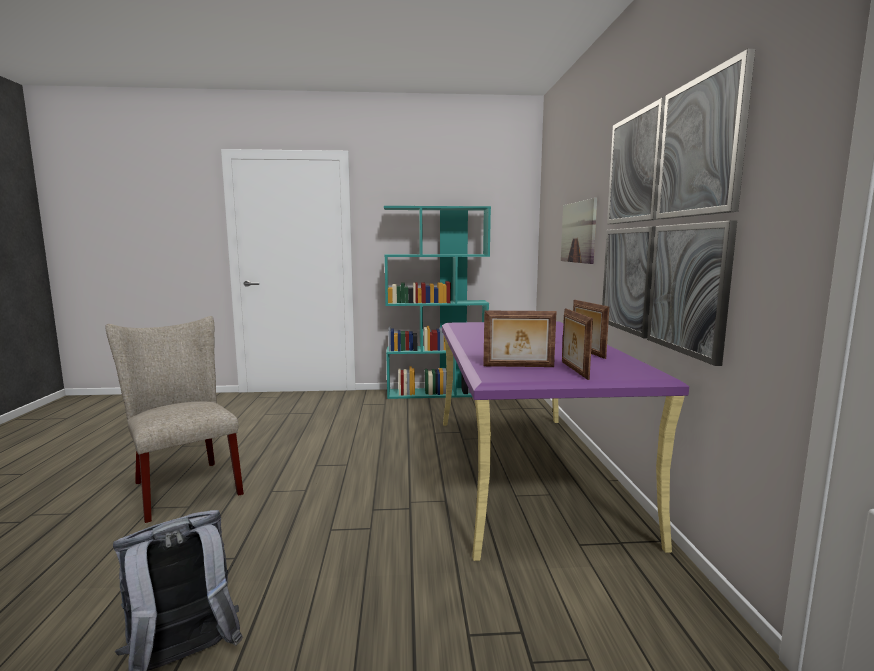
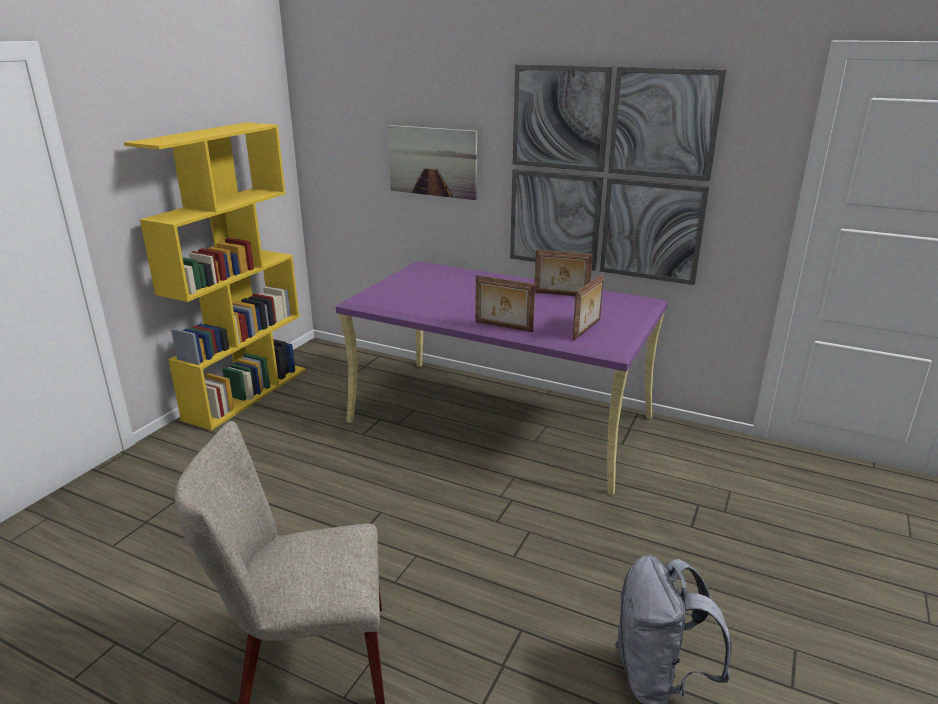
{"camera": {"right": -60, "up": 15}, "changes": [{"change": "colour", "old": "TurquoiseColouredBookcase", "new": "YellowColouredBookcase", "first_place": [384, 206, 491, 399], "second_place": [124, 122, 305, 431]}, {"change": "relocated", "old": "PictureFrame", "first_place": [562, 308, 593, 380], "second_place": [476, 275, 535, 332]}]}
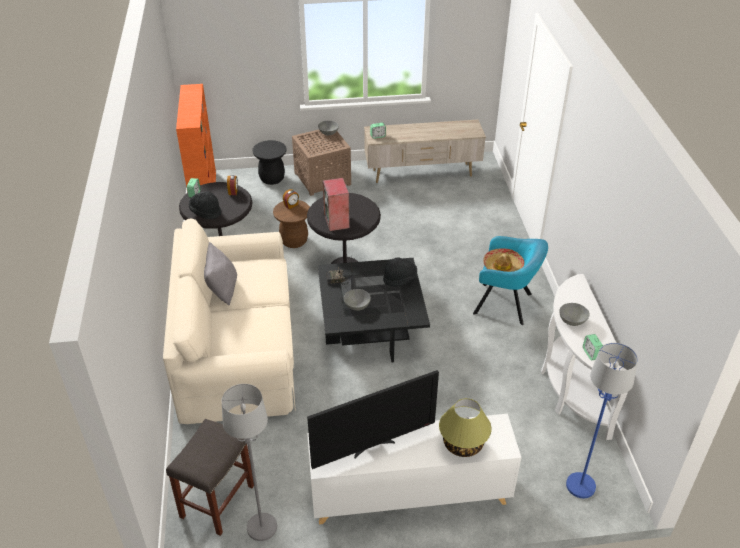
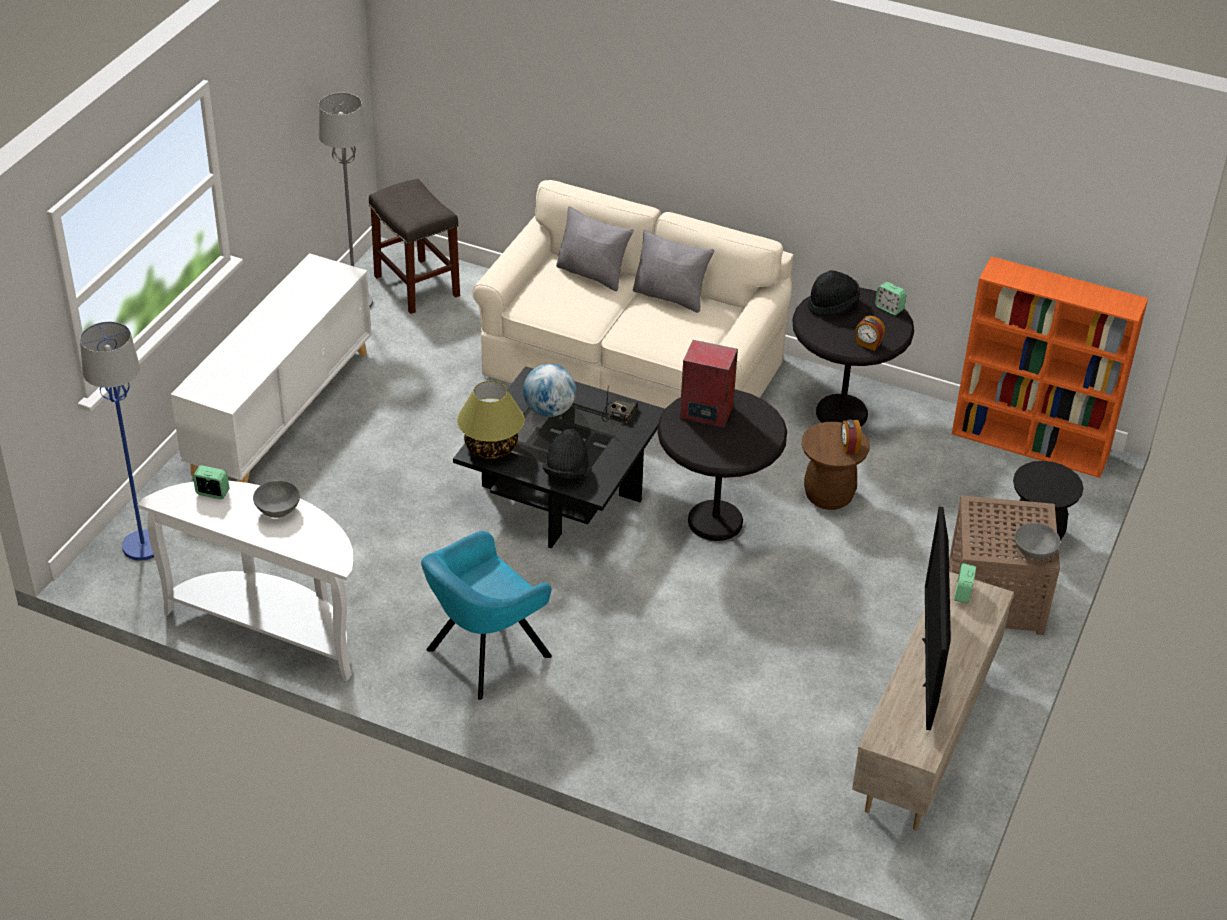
{"camera": {"right": 120, "up": 0}, "changes": [{"change": "relocated", "old": "TableLamp", "first_place": [439, 398, 491, 457], "second_place": [457, 381, 524, 459]}, {"change": "exchanged", "old": "GreyDeepDish", "new": "Globe", "first_place": [344, 289, 371, 311], "second_place": [523, 364, 576, 417]}, {"change": "appeared", "new": "GreyPillow", "second_place": [556, 206, 634, 291]}, {"change": "relocated", "old": "TvSet", "first_place": [307, 370, 439, 469], "second_place": [922, 507, 951, 730]}, {"change": "missing", "old": "WearableHat", "first_place": [483, 248, 524, 272]}]}
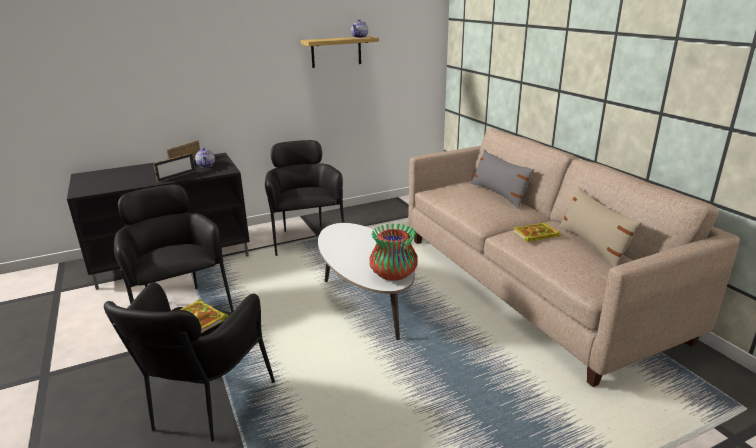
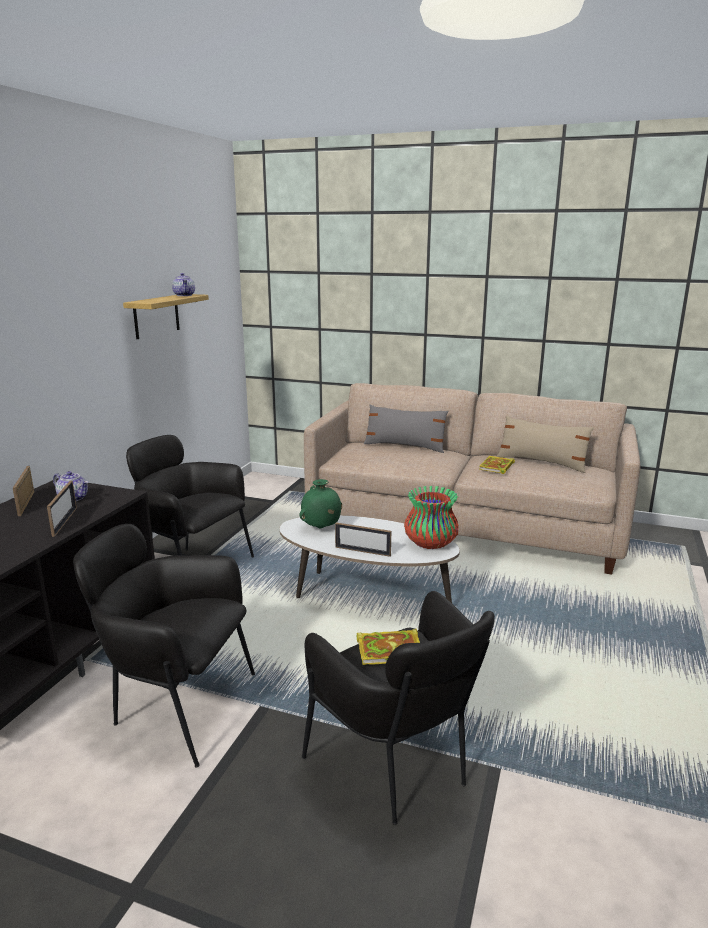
{"camera": {"right": -45, "up": -5}, "changes": [{"change": "appeared", "new": "GreenVase", "second_place": [299, 479, 342, 529]}, {"change": "appeared", "new": "PictureFrame", "second_place": [335, 522, 391, 557]}]}
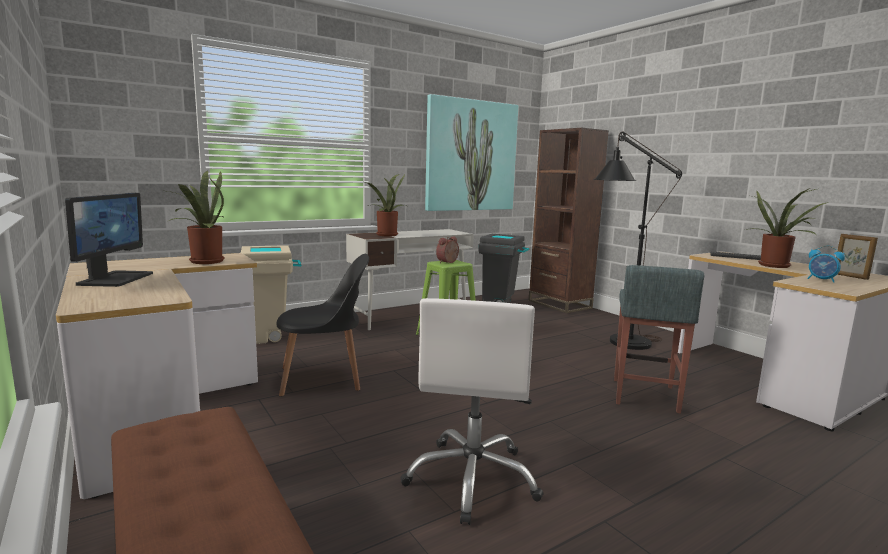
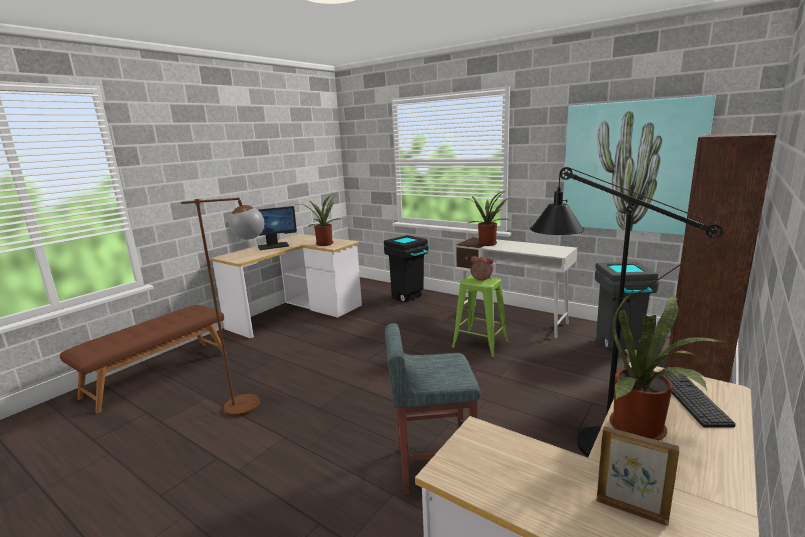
{"camera": {"right": 70, "up": 5}, "changes": [{"change": "exchanged", "old": "WhiteColouredComputerChair", "new": "BrownishStandardLamp", "first_place": [400, 298, 544, 525], "second_place": [181, 197, 264, 417]}, {"change": "colour", "old": "BeigeTrashCan", "new": "BlackishTrashCan", "first_place": [241, 245, 301, 344], "second_place": [384, 235, 428, 302]}, {"change": "spun", "old": "PictureFrame", "first_place": [836, 234, 878, 280], "second_place": [596, 426, 679, 526], "degrees": 75}, {"change": "missing", "old": "BlackishPlainChair", "first_place": [276, 254, 369, 397]}, {"change": "missing", "old": "BedsideClock", "first_place": [807, 246, 845, 283]}]}
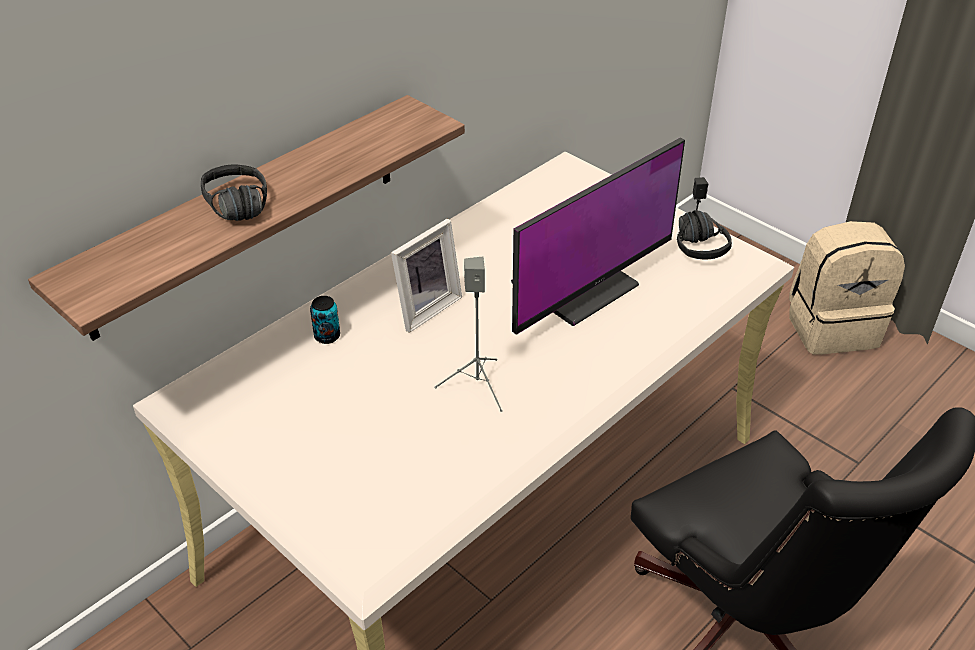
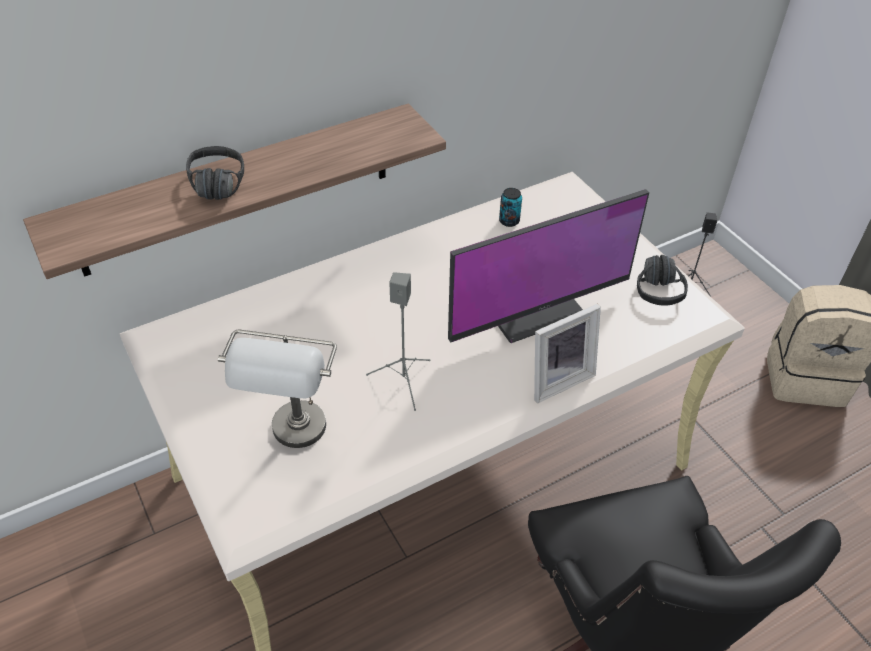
{"camera": {"right": 15, "up": 5}, "changes": [{"change": "appeared", "new": "GreyTableLamp", "second_place": [218, 330, 337, 448]}, {"change": "relocated", "old": "MetalCan", "first_place": [310, 296, 340, 344], "second_place": [499, 188, 522, 227]}, {"change": "relocated", "old": "PictureFrame", "first_place": [391, 219, 462, 333], "second_place": [534, 304, 601, 403]}]}
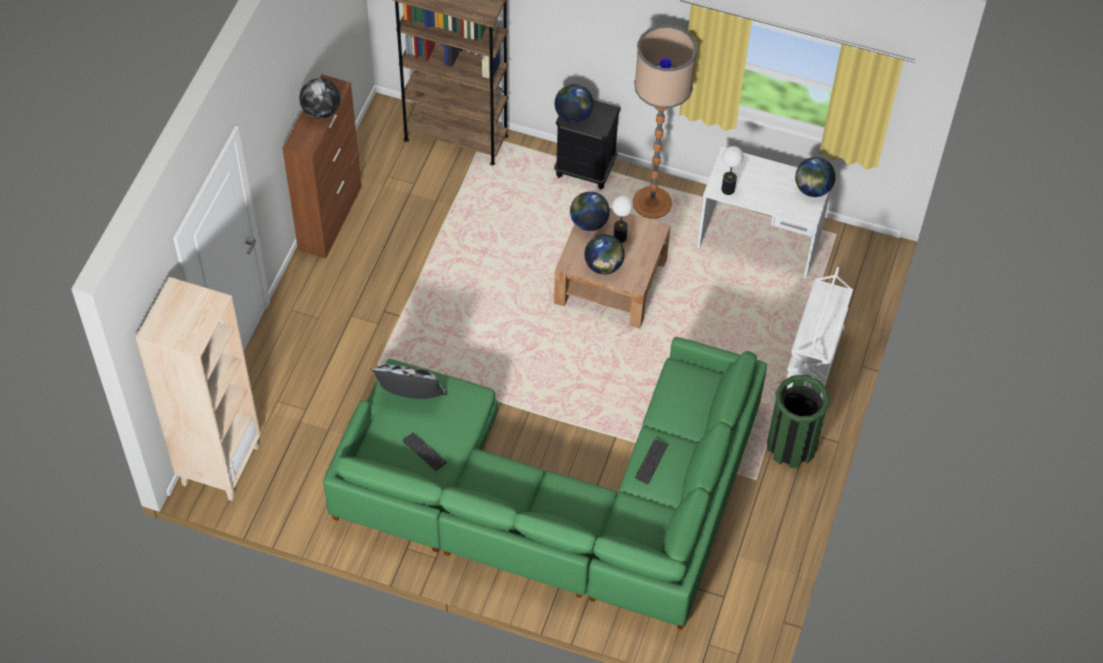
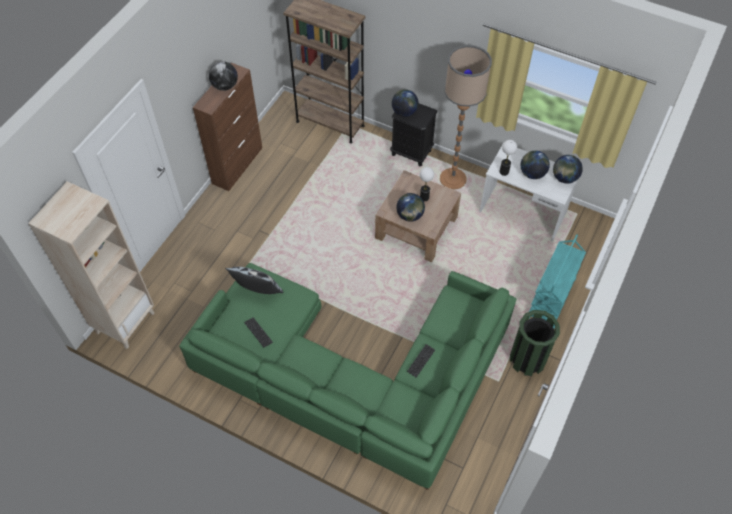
{"camera": {"right": 10, "up": 0}, "changes": [{"change": "relocated", "old": "Globe", "first_place": [570, 191, 610, 231], "second_place": [521, 151, 550, 179]}, {"change": "colour", "old": "WhiteColouredWheeledCart", "new": "TurquoiseColouredWheeledCart", "first_place": [786, 267, 853, 400], "second_place": [529, 234, 586, 329]}]}
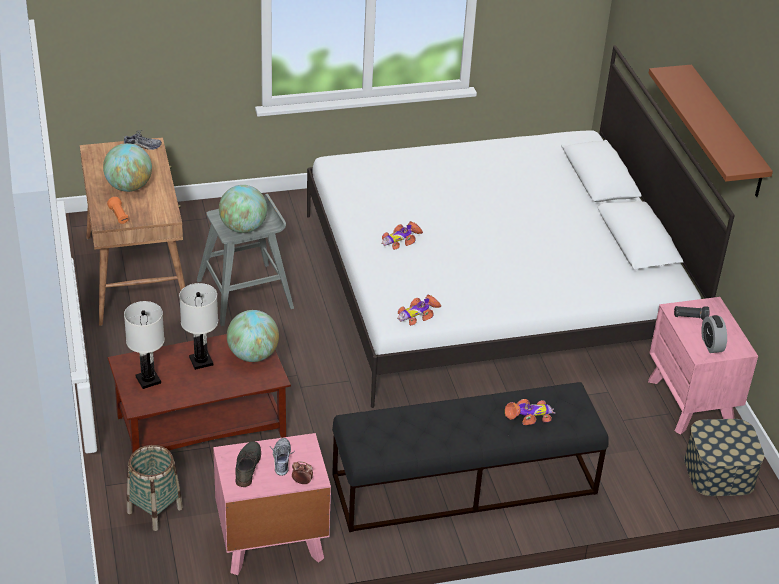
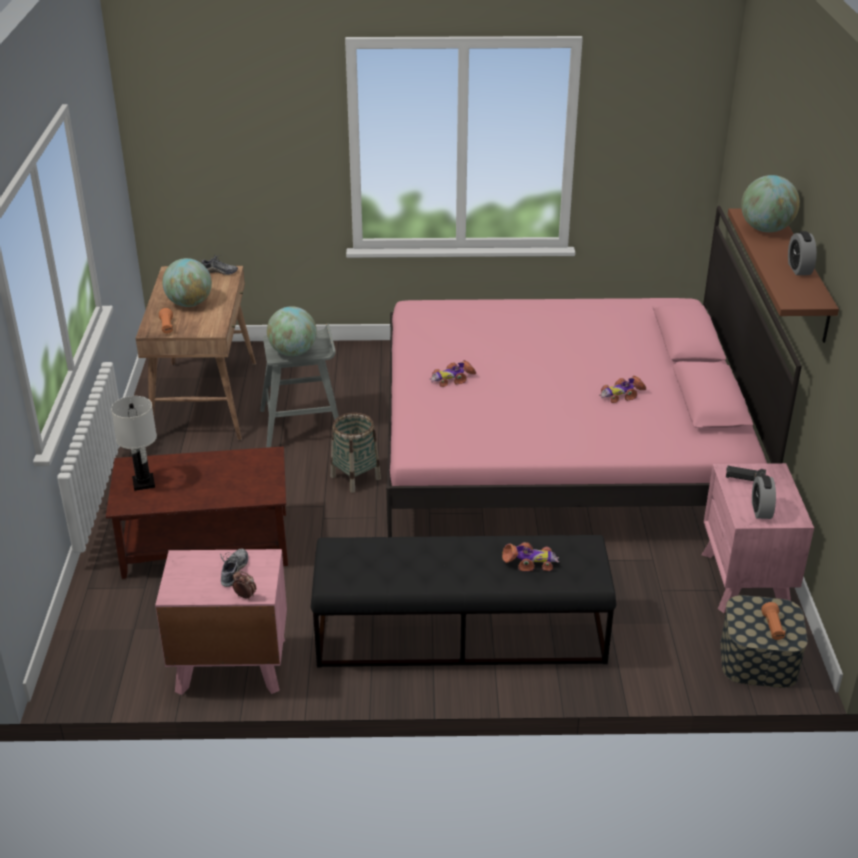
{"camera": {"right": 15, "up": -5}, "changes": [{"change": "relocated", "old": "StorageBasket", "first_place": [127, 445, 183, 531], "second_place": [330, 413, 381, 493]}, {"change": "colour", "old": "WhiteColouredSleepingBed", "new": "PinkishSleepingBed", "first_place": [307, 45, 735, 408], "second_place": [386, 206, 802, 537]}, {"change": "relocated", "old": "ToyCar", "first_place": [397, 295, 441, 326], "second_place": [599, 376, 646, 403]}, {"change": "relocated", "old": "Globe", "first_place": [227, 310, 279, 362], "second_place": [741, 175, 800, 232]}, {"change": "appeared", "new": "OrangeyHandTorch", "second_place": [761, 602, 786, 640]}, {"change": "appeared", "new": "BedsideClock", "second_place": [788, 231, 817, 275]}, {"change": "missing", "old": "WhiteColouredTableLamp", "first_place": [179, 283, 218, 370]}, {"change": "missing", "old": "GreyLowShoe", "first_place": [235, 441, 261, 487]}]}
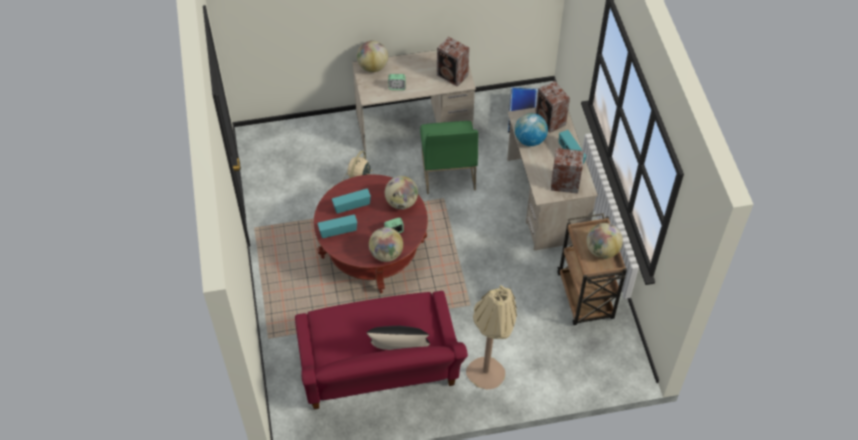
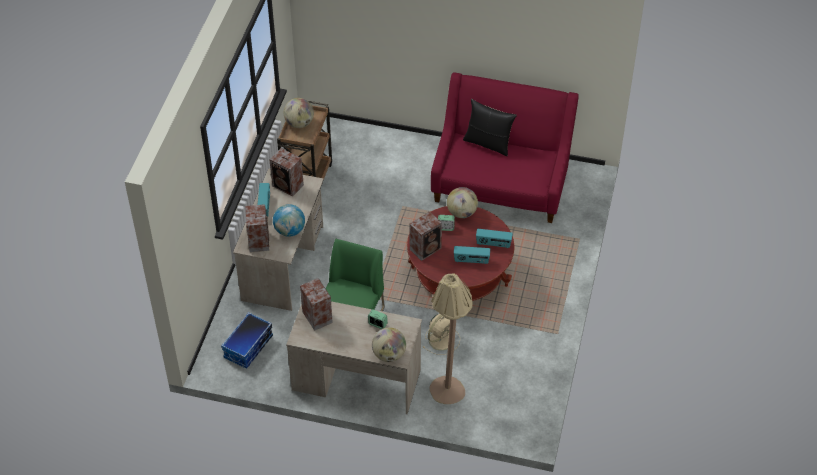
{"camera": {"right": -155, "up": -5}, "changes": [{"change": "exchanged", "old": "Globe", "new": "Speaker", "first_place": [385, 176, 418, 210], "second_place": [410, 212, 442, 261]}, {"change": "relocated", "old": "BeigeStandardLamp", "first_place": [466, 285, 517, 389], "second_place": [429, 273, 473, 404]}]}
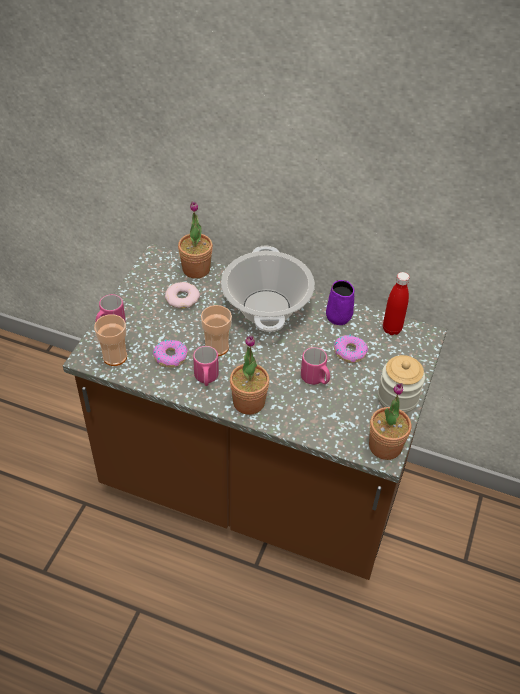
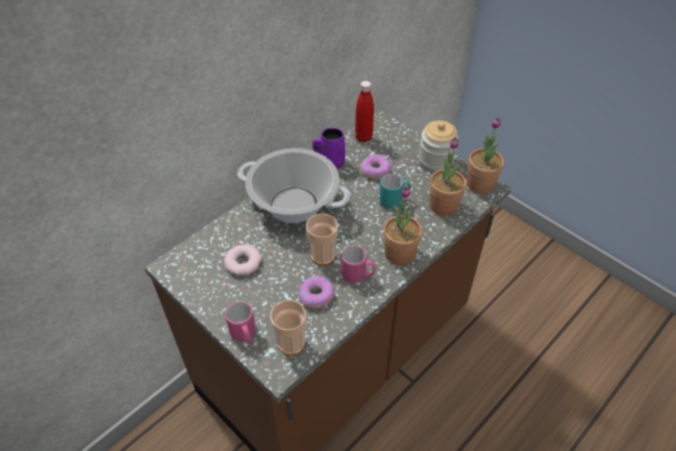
{"camera": {"right": -65, "up": 0}, "changes": [{"change": "colour", "old": "PinkishMug", "new": "TurquoiseColouredMug", "first_place": [301, 347, 330, 385], "second_place": [379, 174, 411, 209]}, {"change": "relocated", "old": "Houseplant", "first_place": [178, 201, 213, 279], "second_place": [429, 137, 466, 216]}]}
